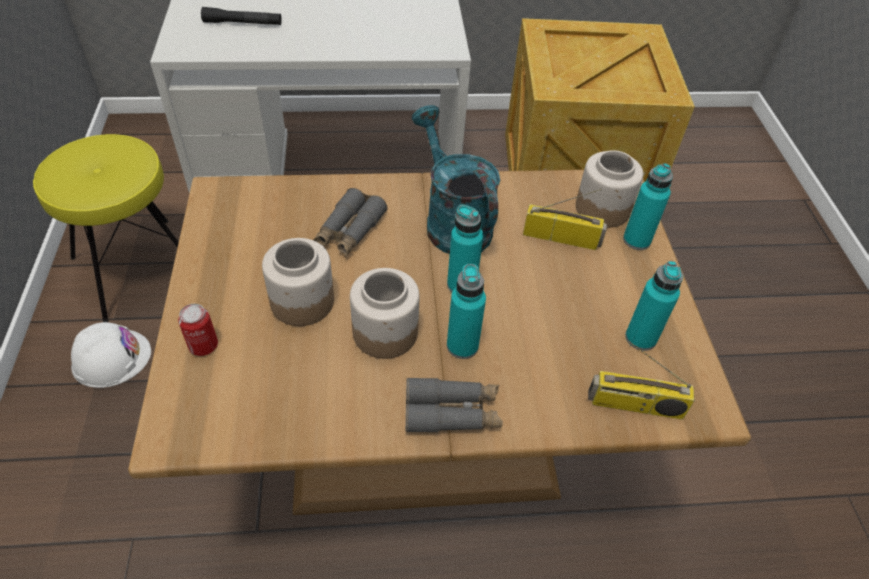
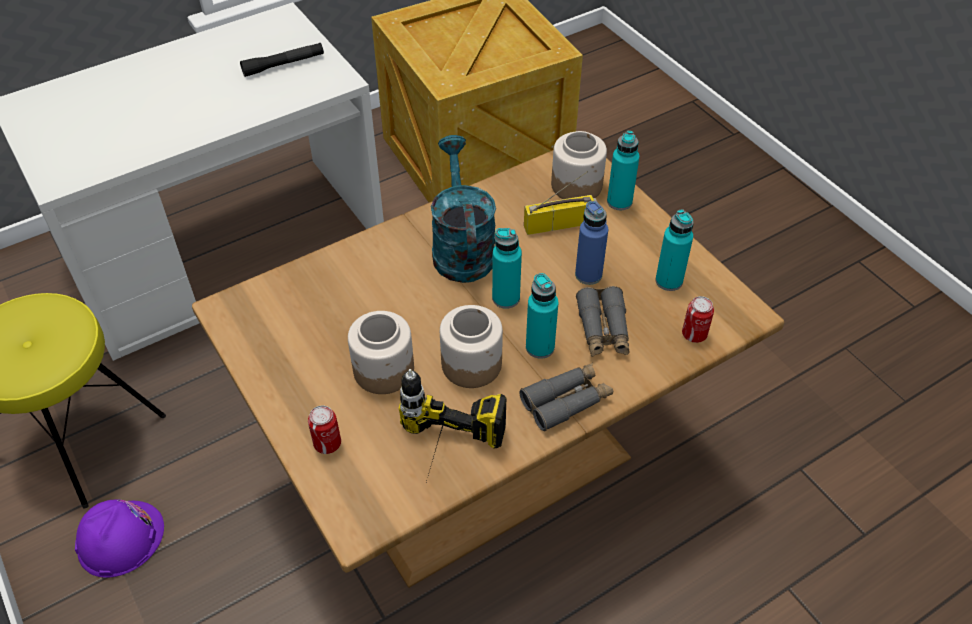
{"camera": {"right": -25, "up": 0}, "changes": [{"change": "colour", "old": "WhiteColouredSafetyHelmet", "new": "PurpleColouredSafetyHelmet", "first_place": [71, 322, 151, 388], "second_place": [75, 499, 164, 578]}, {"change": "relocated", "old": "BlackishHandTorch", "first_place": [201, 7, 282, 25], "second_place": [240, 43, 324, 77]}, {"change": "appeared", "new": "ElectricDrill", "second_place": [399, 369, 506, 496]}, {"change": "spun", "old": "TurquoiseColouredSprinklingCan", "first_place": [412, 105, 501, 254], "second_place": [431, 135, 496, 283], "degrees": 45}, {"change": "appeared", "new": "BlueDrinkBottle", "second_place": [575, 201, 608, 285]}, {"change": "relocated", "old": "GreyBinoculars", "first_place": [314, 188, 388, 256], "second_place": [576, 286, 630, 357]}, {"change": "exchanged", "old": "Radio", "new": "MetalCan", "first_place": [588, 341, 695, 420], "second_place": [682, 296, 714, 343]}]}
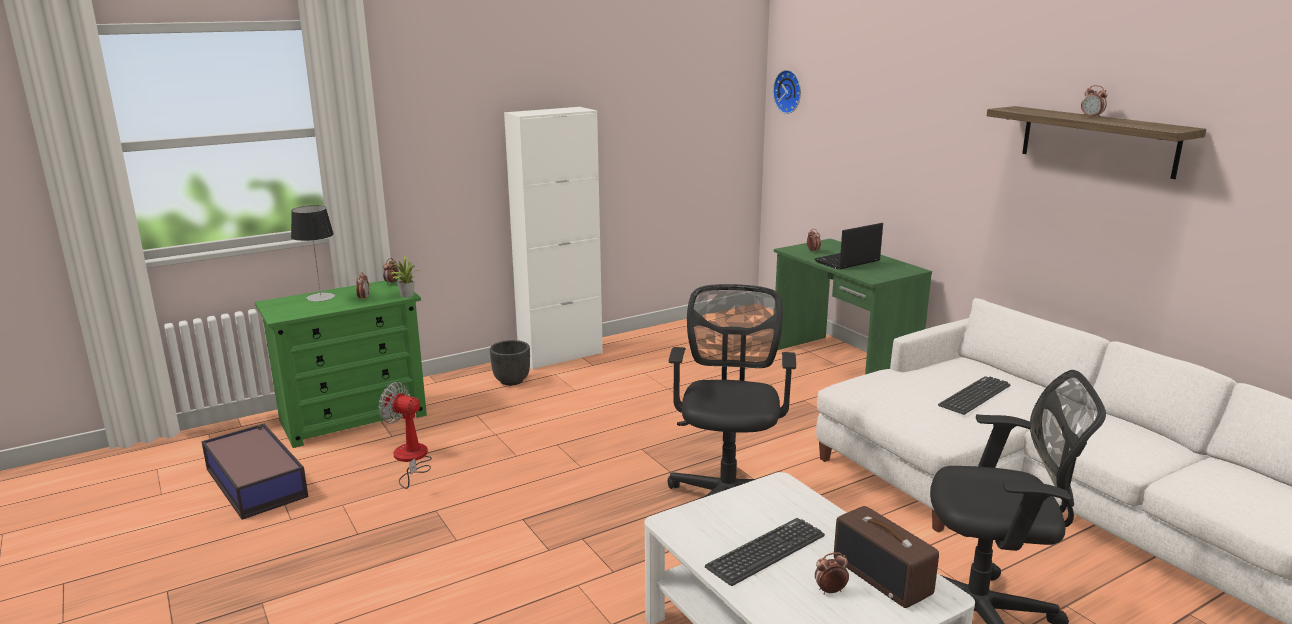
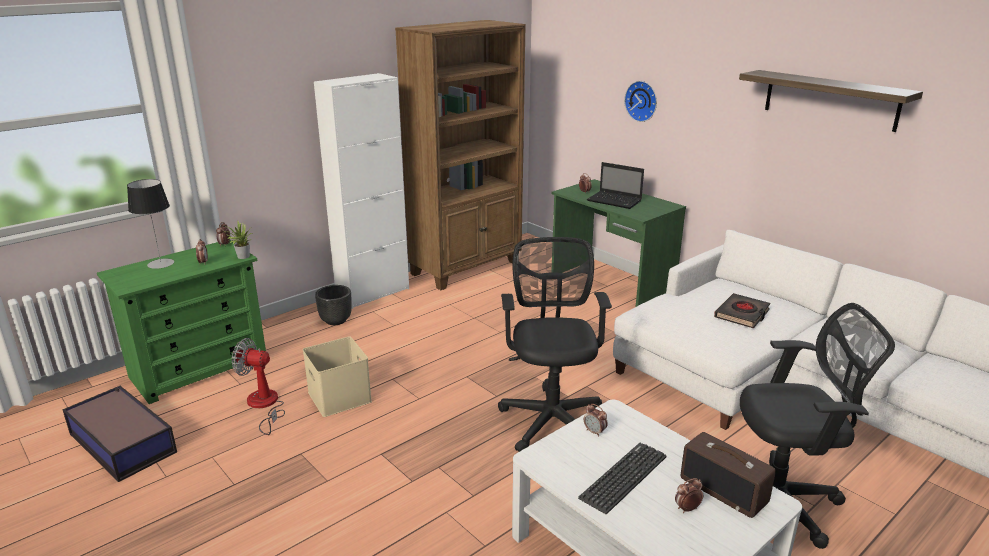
{"camera": {"right": -10, "up": 5}, "changes": [{"change": "appeared", "new": "BeigeStorageContainer", "second_place": [303, 336, 372, 417]}, {"change": "appeared", "new": "BrownishBookcase", "second_place": [395, 20, 526, 290]}, {"change": "relocated", "old": "BedsideClock", "first_place": [1081, 85, 1108, 118], "second_place": [584, 404, 608, 437]}, {"change": "spun", "old": "NotebookComputer", "first_place": [814, 223, 883, 270], "second_place": [587, 162, 644, 209], "degrees": -105}, {"change": "relocated", "old": "HangingClock", "first_place": [773, 70, 801, 114], "second_place": [624, 81, 657, 122]}, {"change": "exchanged", "old": "ComputerKeyboard", "new": "BlackishBoundBook", "first_place": [938, 376, 1010, 415], "second_place": [714, 293, 771, 329]}]}
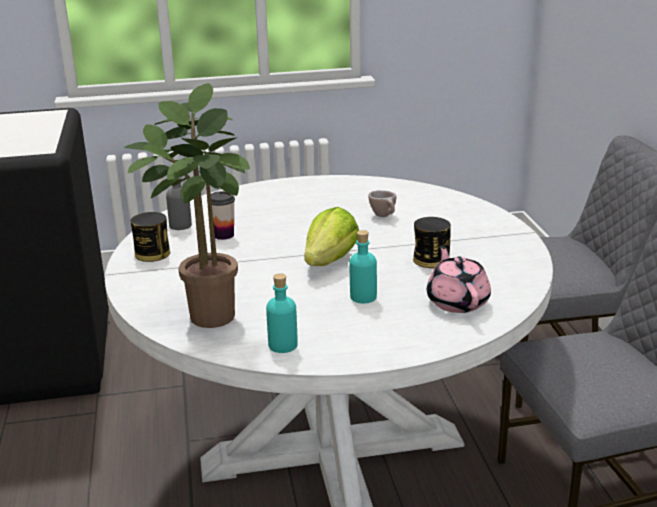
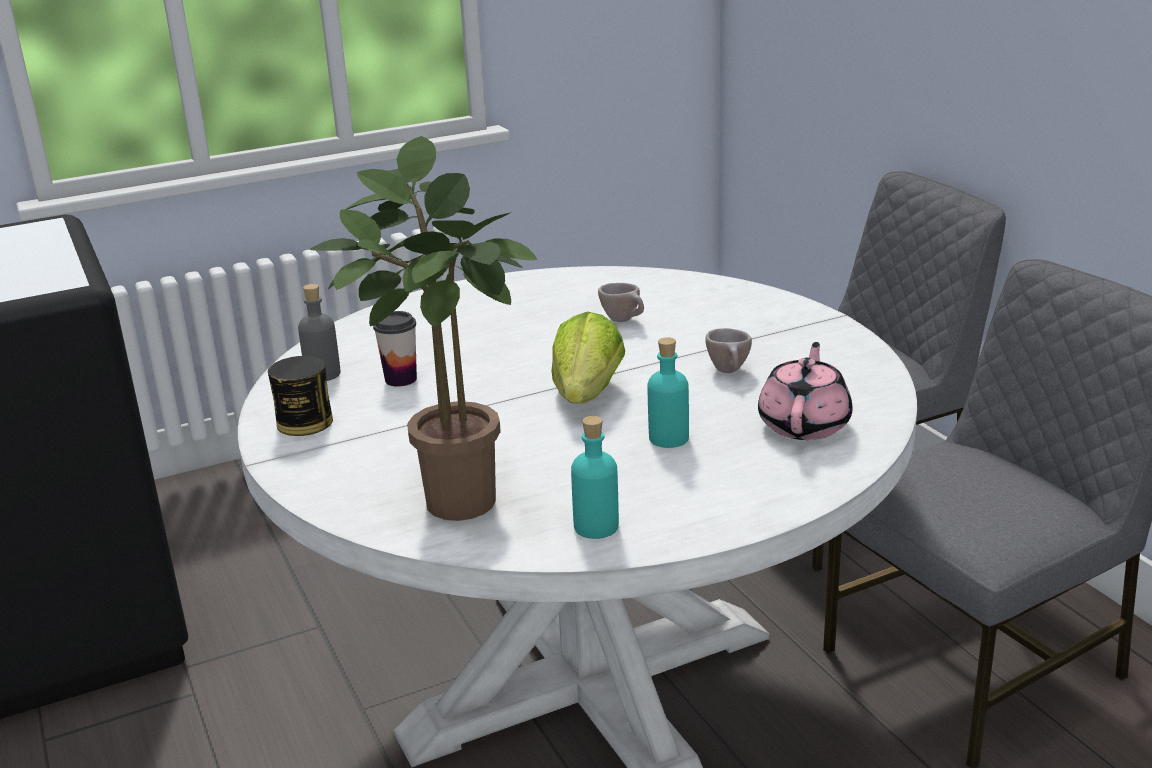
{"camera": {"right": -15, "up": 0}, "changes": [{"change": "exchanged", "old": "MetalCan", "new": "BeigeDrinkingCup", "first_place": [413, 217, 451, 268], "second_place": [705, 328, 752, 373]}, {"change": "spun", "old": "PinkishTeapot", "first_place": [427, 245, 491, 313], "second_place": [758, 342, 853, 440], "degrees": 45}]}
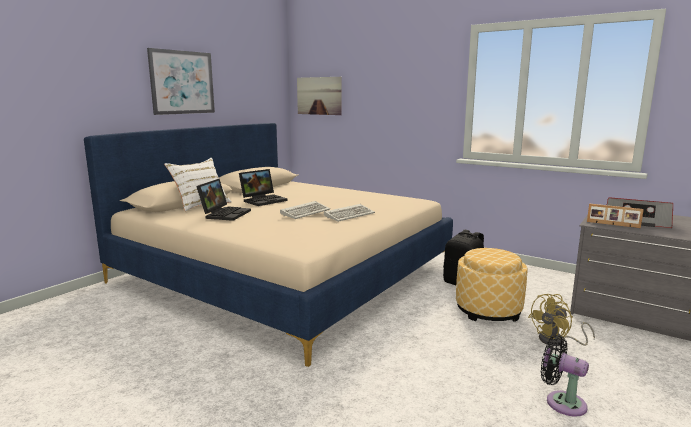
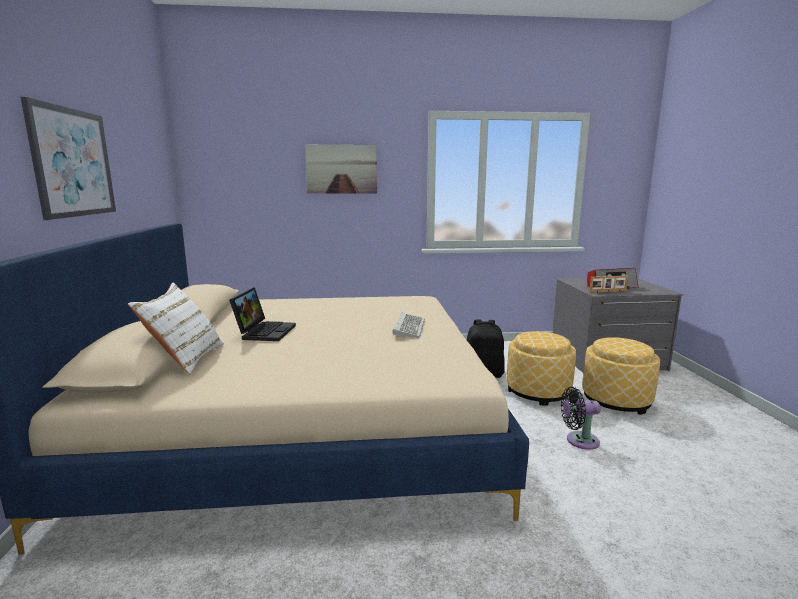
{"camera": {"right": -40, "up": 0}, "changes": [{"change": "relocated", "old": "Picture", "first_place": [297, 77, 342, 115], "second_place": [305, 145, 377, 194]}, {"change": "relocated", "old": "BlackishElectricFan", "first_place": [541, 335, 589, 417], "second_place": [561, 387, 601, 450]}, {"change": "exchanged", "old": "YellowColouredElectricFan", "new": "Ottoman", "first_place": [528, 294, 595, 346], "second_place": [583, 337, 660, 415]}, {"change": "missing", "old": "NotebookComputer", "first_place": [196, 179, 251, 221]}, {"change": "missing", "old": "ComputerKeyboard", "first_place": [280, 201, 330, 219]}]}
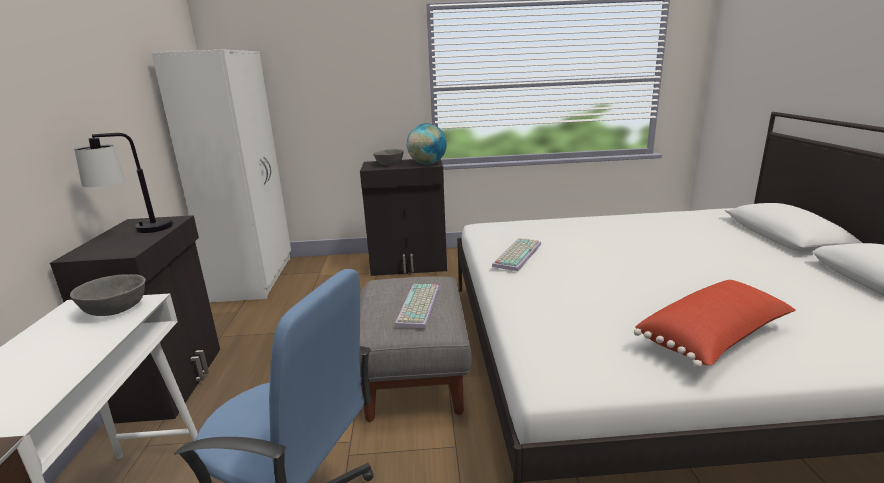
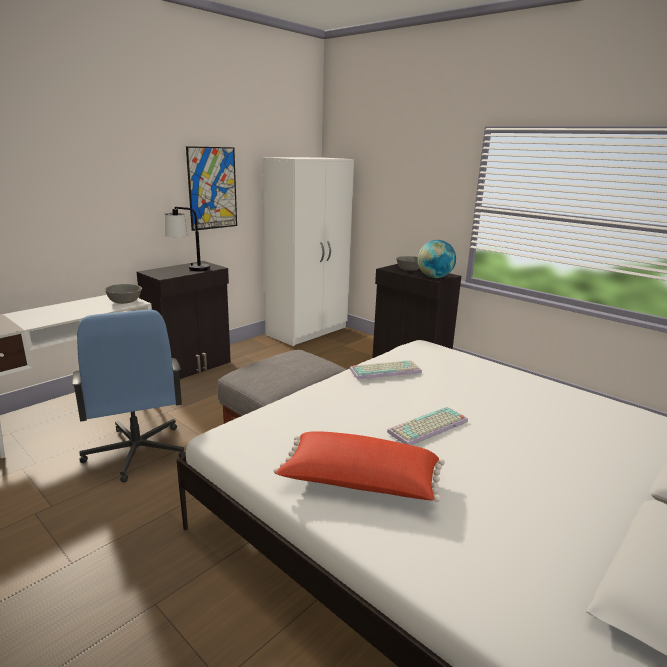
{"camera": {"right": 45, "up": 0}, "changes": [{"change": "appeared", "new": "Picture", "second_place": [186, 146, 237, 231]}, {"change": "relocated", "old": "ComputerKeyboard", "first_place": [395, 284, 439, 328], "second_place": [387, 407, 468, 445]}]}
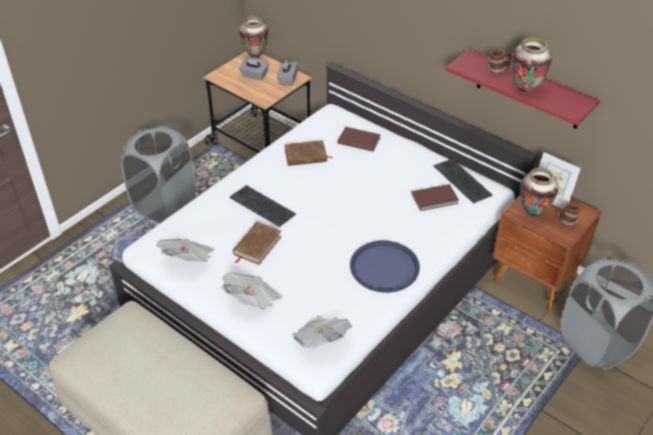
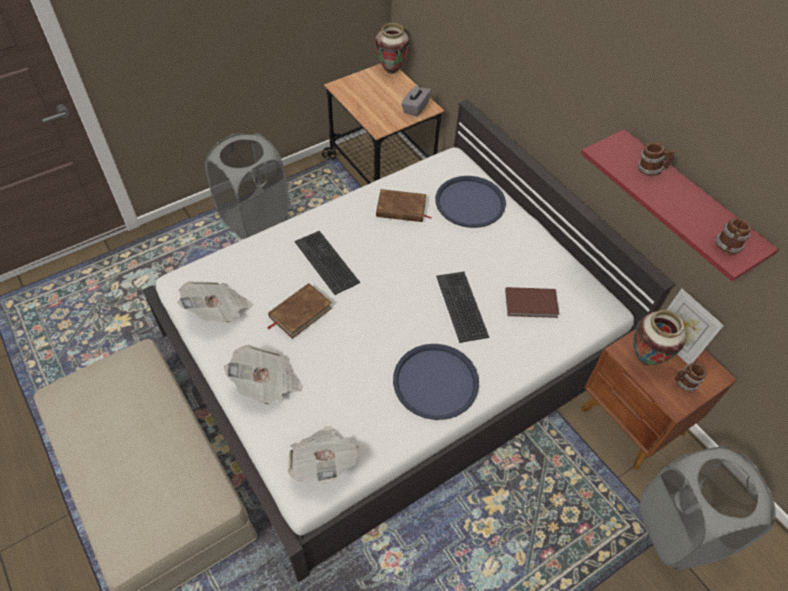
{"camera": {"right": 15, "up": 10}, "changes": [{"change": "exchanged", "old": "BrownishBoundBook", "new": "BlueCarryingTray", "first_place": [337, 127, 381, 152], "second_place": [435, 176, 506, 228]}, {"change": "relocated", "old": "ComputerKeyboard", "first_place": [434, 159, 492, 203], "second_place": [436, 272, 489, 343]}, {"change": "appeared", "new": "Mug", "second_place": [715, 218, 751, 254]}, {"change": "missing", "old": "GreyTissueBox", "first_place": [239, 57, 269, 80]}, {"change": "missing", "old": "Vase", "first_place": [511, 37, 552, 93]}]}
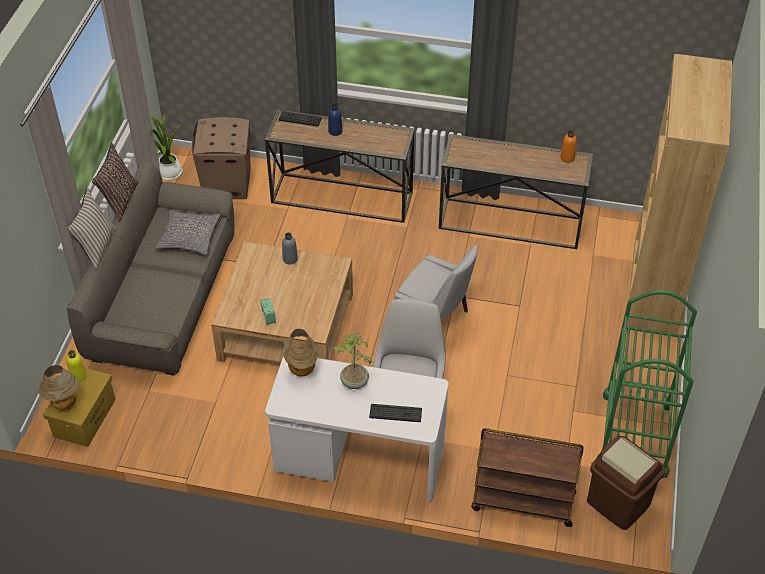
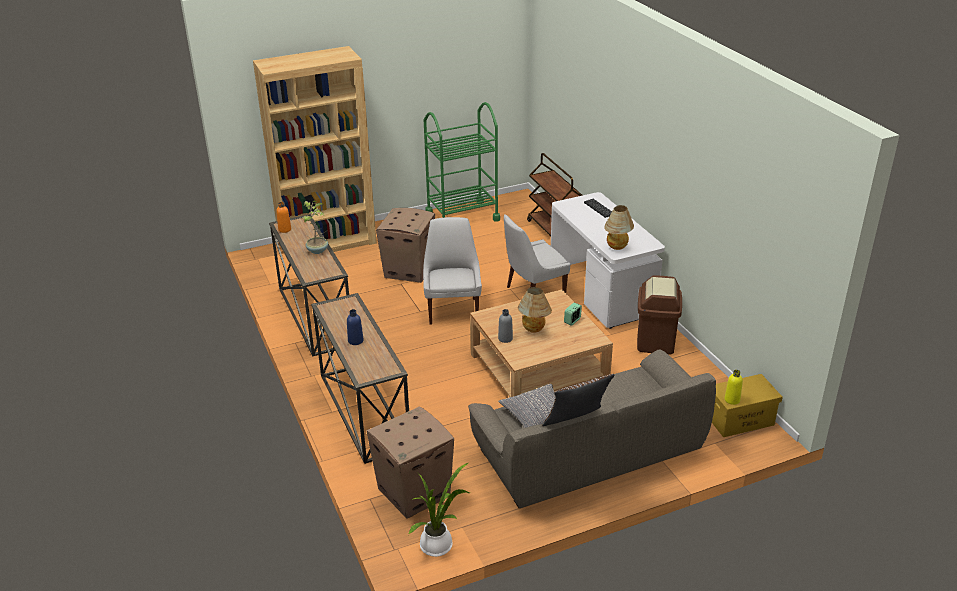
{"camera": {"right": -125, "up": -15}, "changes": [{"change": "relocated", "old": "Houseplant", "first_place": [334, 332, 372, 389], "second_place": [302, 201, 328, 254]}, {"change": "appeared", "new": "PackingBox", "second_place": [376, 208, 435, 283]}, {"change": "relocated", "old": "TableLamp", "first_place": [39, 365, 79, 410], "second_place": [518, 287, 552, 333]}, {"change": "relocated", "old": "BrownishTrashCan", "first_place": [587, 436, 665, 530], "second_place": [637, 275, 682, 354]}, {"change": "missing", "old": "BeigePillow", "first_place": [68, 188, 116, 270]}, {"change": "missing", "old": "ComputerKeyboard", "first_place": [278, 111, 322, 127]}]}
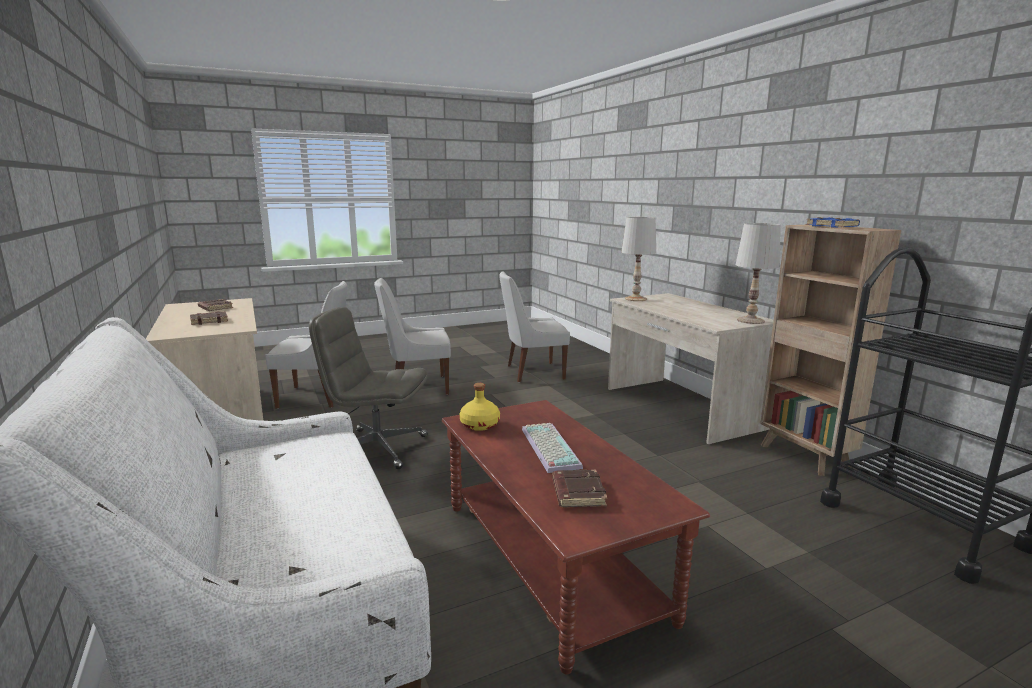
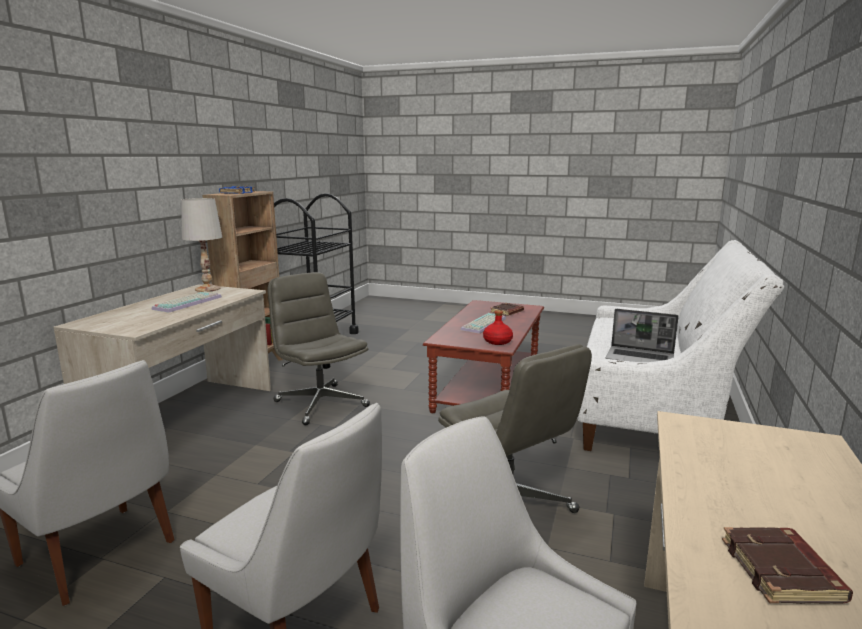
{"camera": {"right": -135, "up": 0}, "changes": [{"change": "appeared", "new": "ComputerKeyboard", "second_place": [152, 291, 222, 312]}, {"change": "appeared", "new": "GreyComputerChair", "second_place": [268, 272, 370, 425]}, {"change": "colour", "old": "YellowColouredDrinkBottle", "new": "ReddishDrinkBottle", "first_place": [460, 383, 500, 431], "second_place": [483, 310, 513, 345]}, {"change": "appeared", "new": "NotebookComputer", "second_place": [606, 309, 678, 362]}, {"change": "missing", "old": "BrownishBoundBook", "first_place": [190, 311, 228, 325]}, {"change": "missing", "old": "WhiteColouredTableLamp", "first_place": [622, 217, 656, 301]}]}
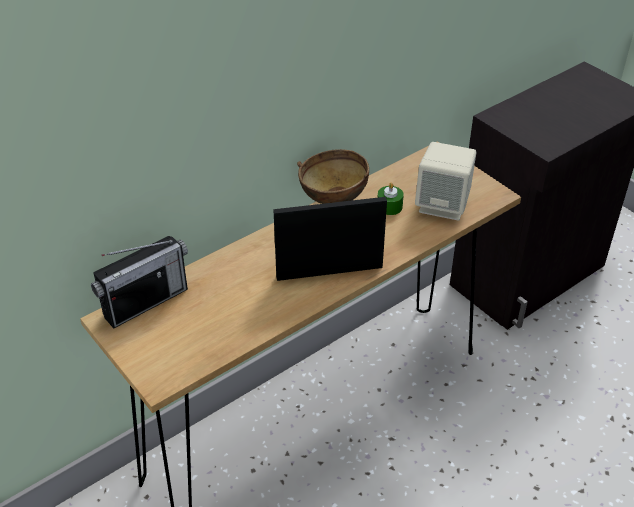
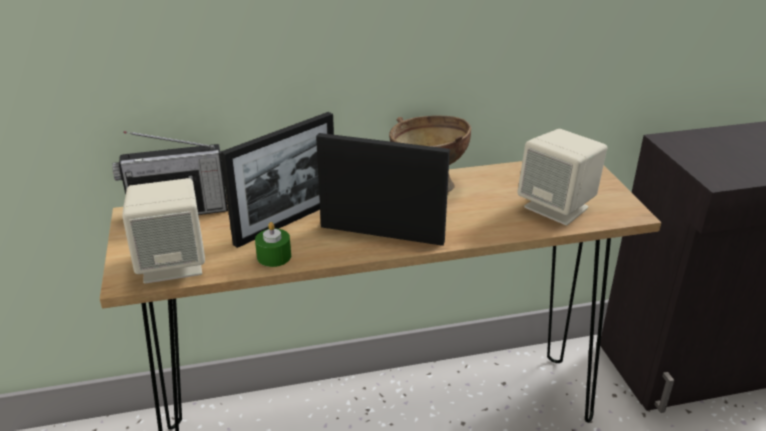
{"camera": {"right": 25, "up": -10}, "changes": [{"change": "appeared", "new": "BeigeSpeaker", "second_place": [122, 178, 205, 284]}, {"change": "appeared", "new": "PictureFrame", "second_place": [221, 112, 334, 248]}, {"change": "relocated", "old": "GreenCandle", "first_place": [377, 182, 404, 215], "second_place": [255, 222, 291, 267]}]}
